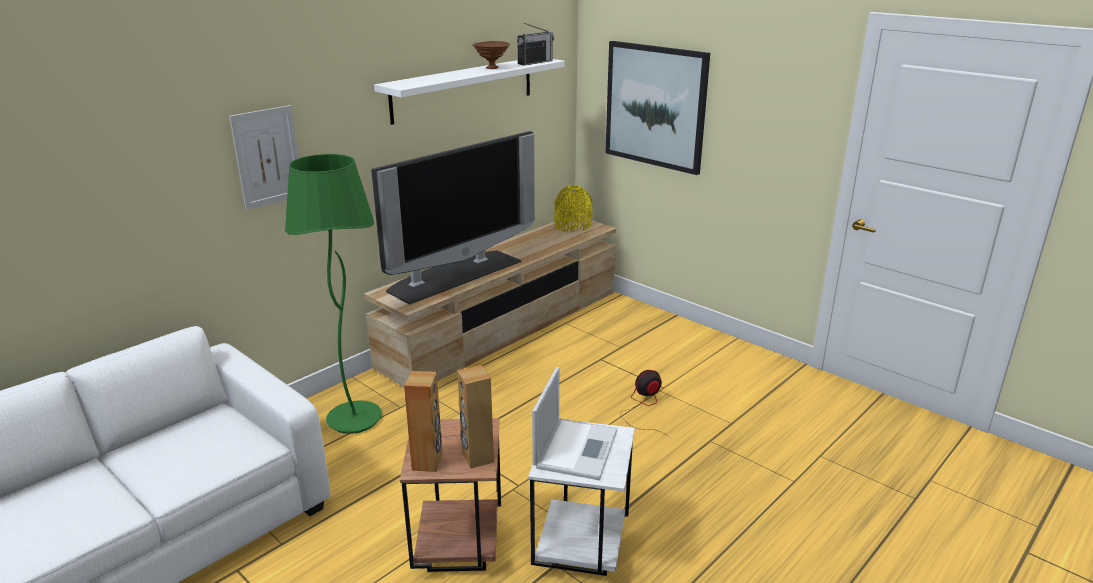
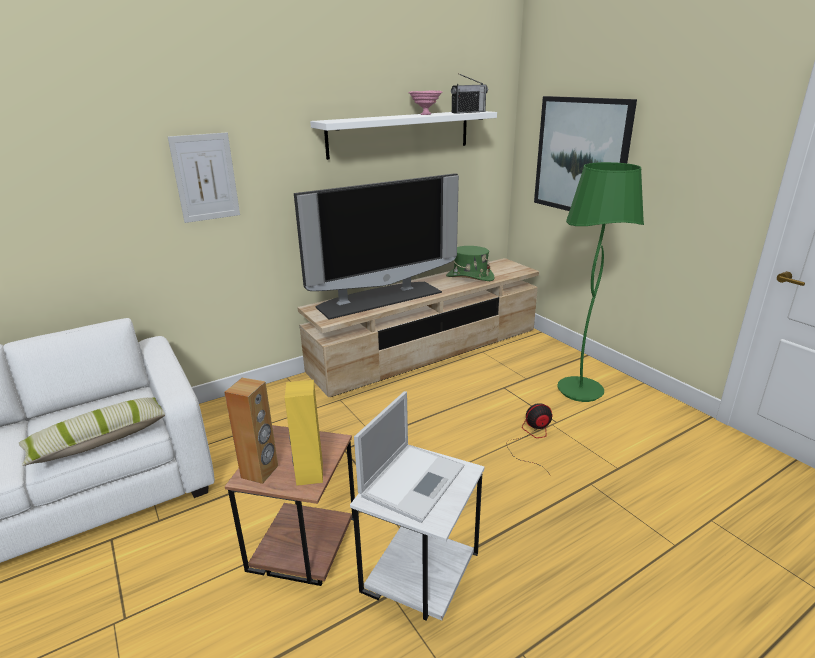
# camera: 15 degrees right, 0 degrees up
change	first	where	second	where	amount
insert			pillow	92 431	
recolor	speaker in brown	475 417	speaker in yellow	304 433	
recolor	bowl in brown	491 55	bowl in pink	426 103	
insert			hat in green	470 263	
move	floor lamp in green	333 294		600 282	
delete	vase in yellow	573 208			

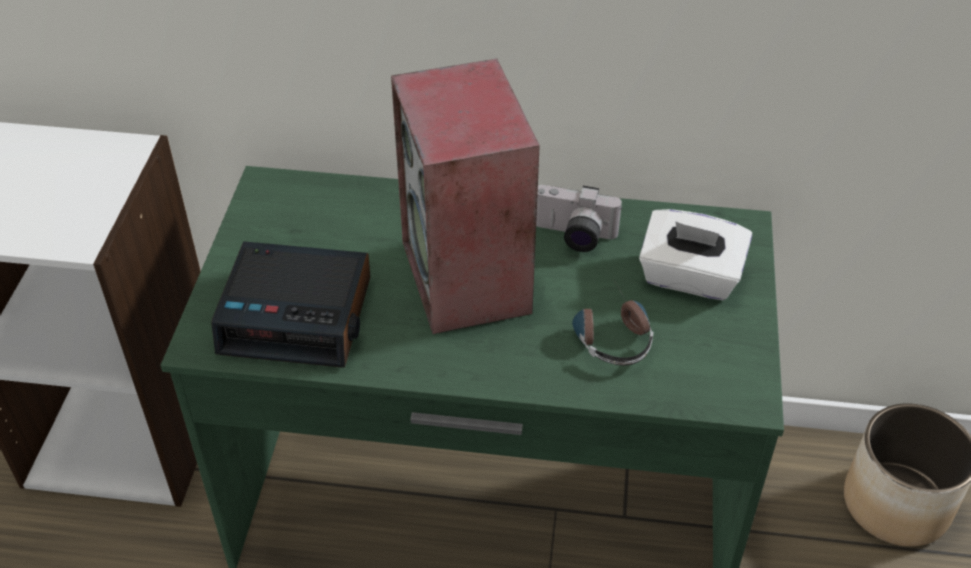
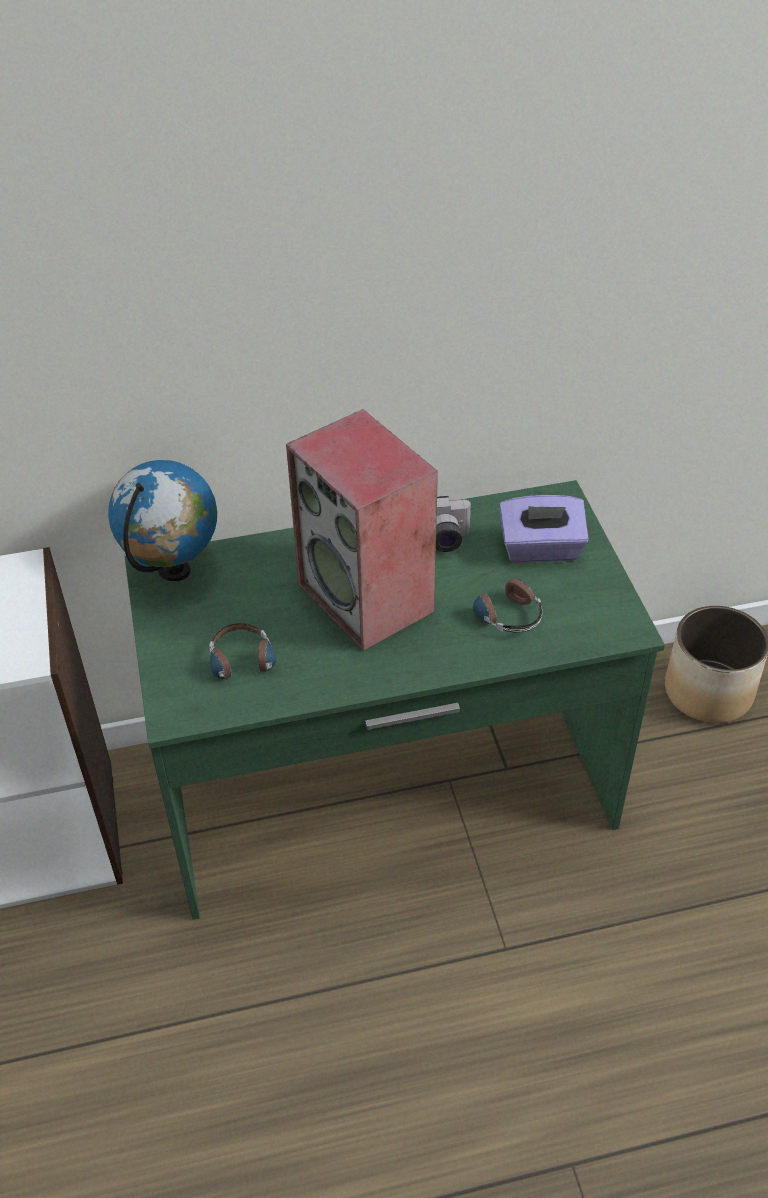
# camera: 20 degrees left, 0 degrees up
change	first	where	second	where	amount
insert			globe	162 520	
replace	alarm clock	290 304	headphones	242 659	
recolor	tissue box in white	695 254	tissue box in purple	544 529	

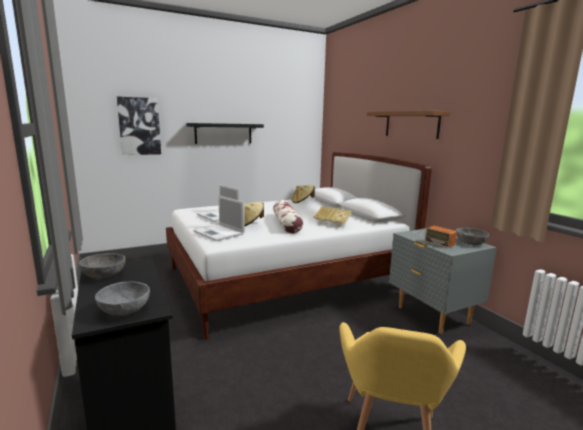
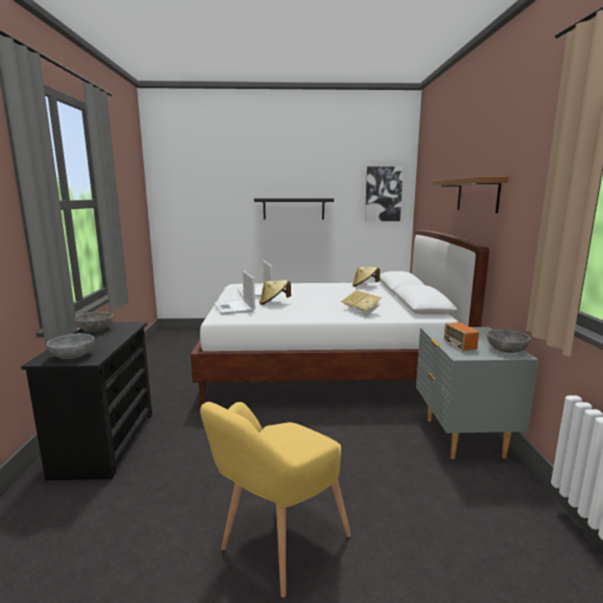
# camera: 25 degrees right, 0 degrees up
change	first	where	second	where	amount
move	picture	139 125		384 193	
delete	pillow	288 217			

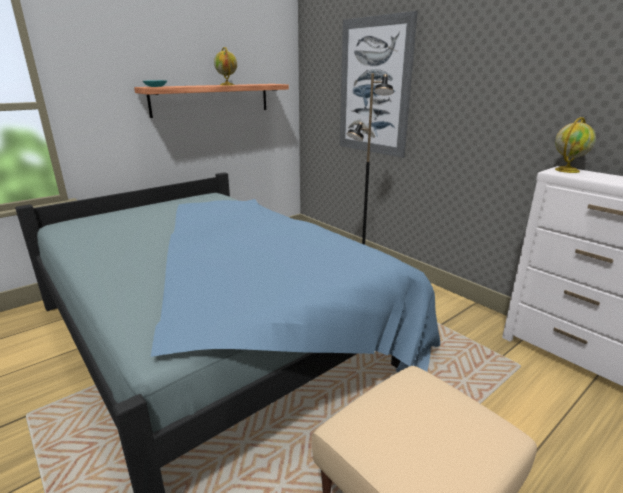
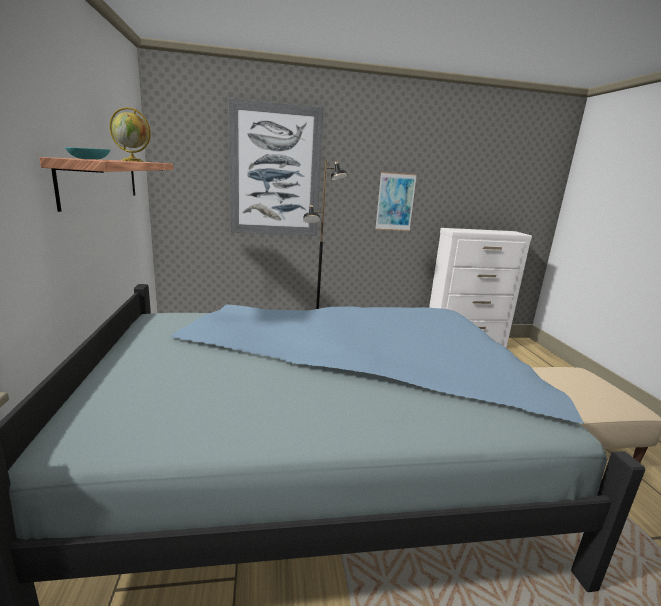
# camera: 60 degrees left, 5 degrees down
change	first	where	second	where	amount
insert			picture	396 201	
delete	globe	575 145			

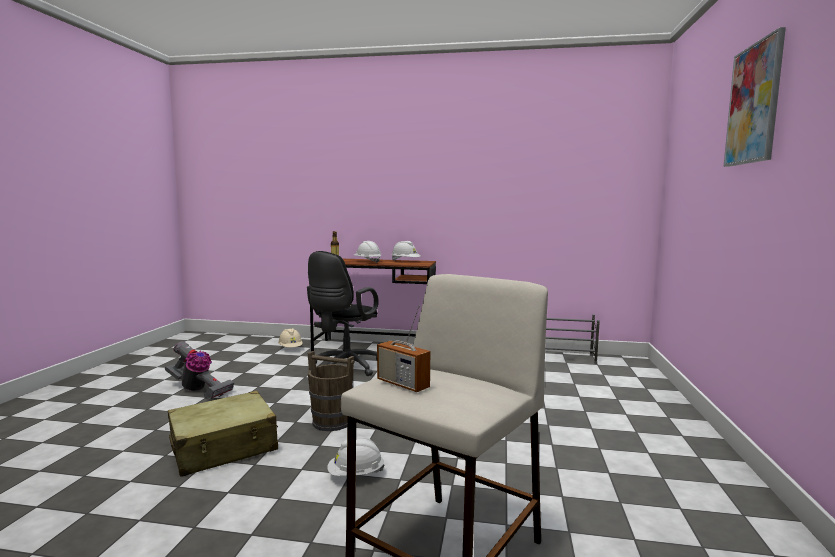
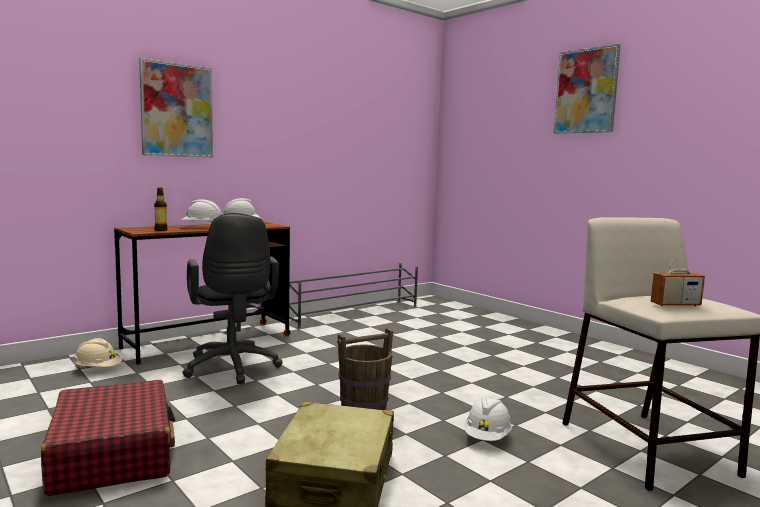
# camera: 50 degrees left, 0 degrees up
change	first	where	second	where	amount
replace	vacuum cleaner	199 370	suitcase in red	108 438	
insert			picture	176 108	

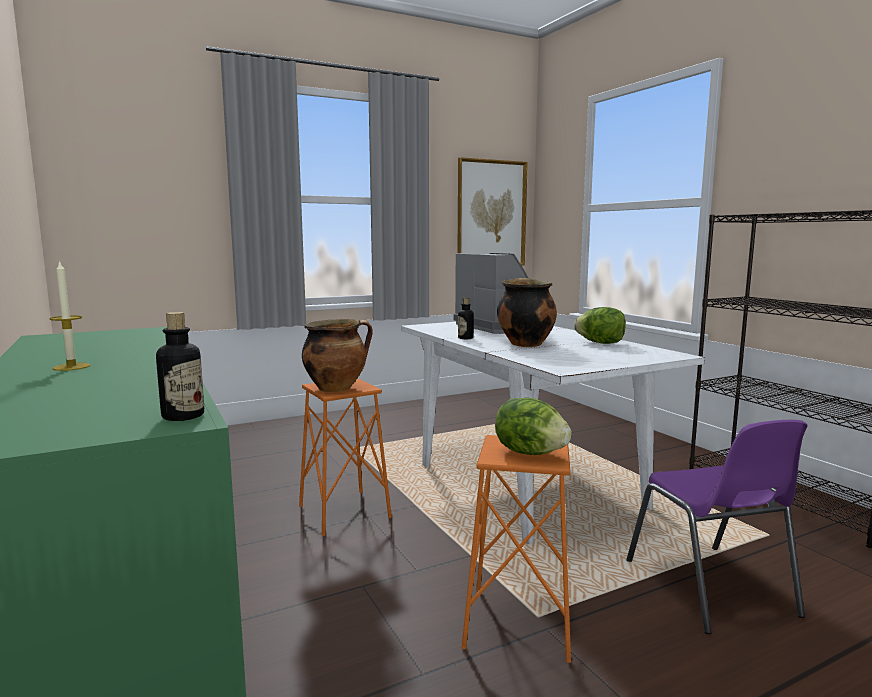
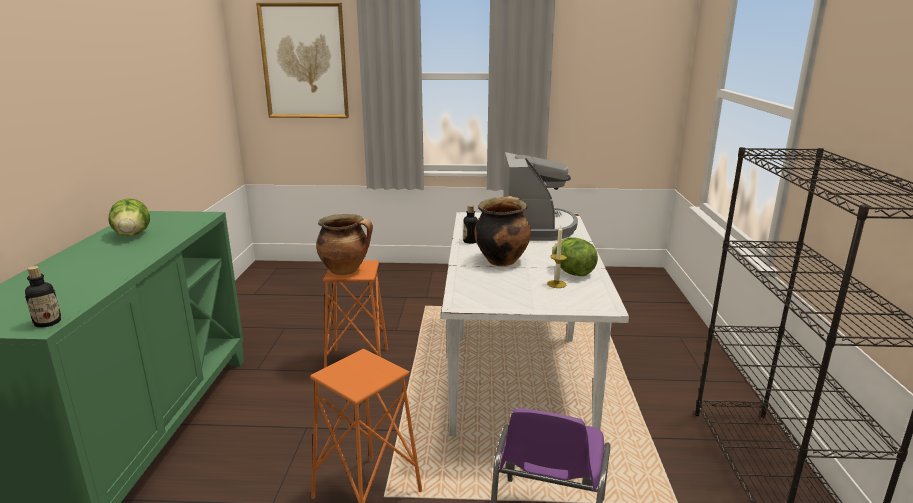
# camera: 30 degrees right, 10 degrees up
change	first	where	second	where	amount
move	lettuce	533 426		129 217	
move	picture	492 211		302 60	
move	candle	69 315		557 257	

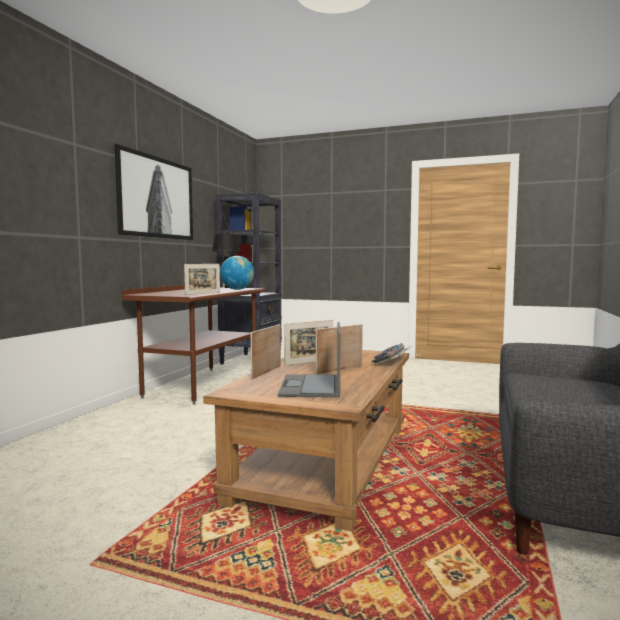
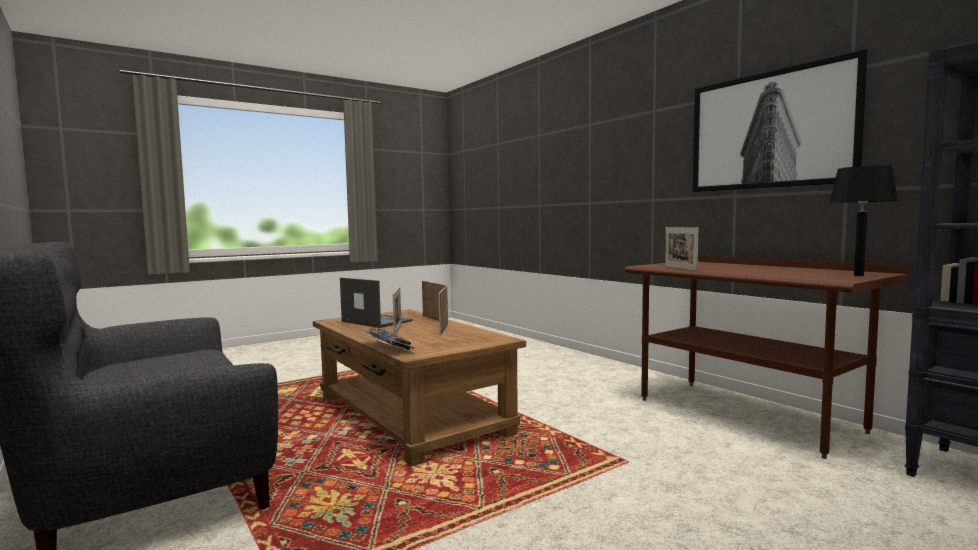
# camera: 125 degrees right, 0 degrees up
change	first	where	second	where	amount
delete	globe	237 273			

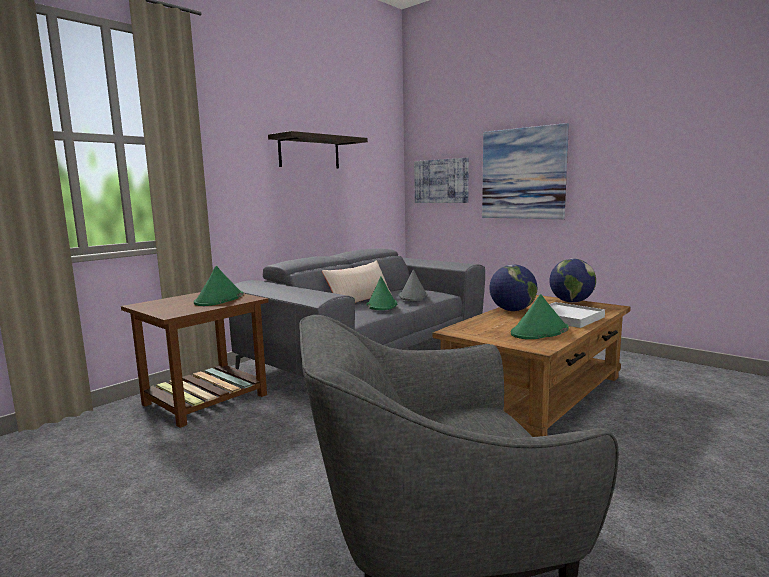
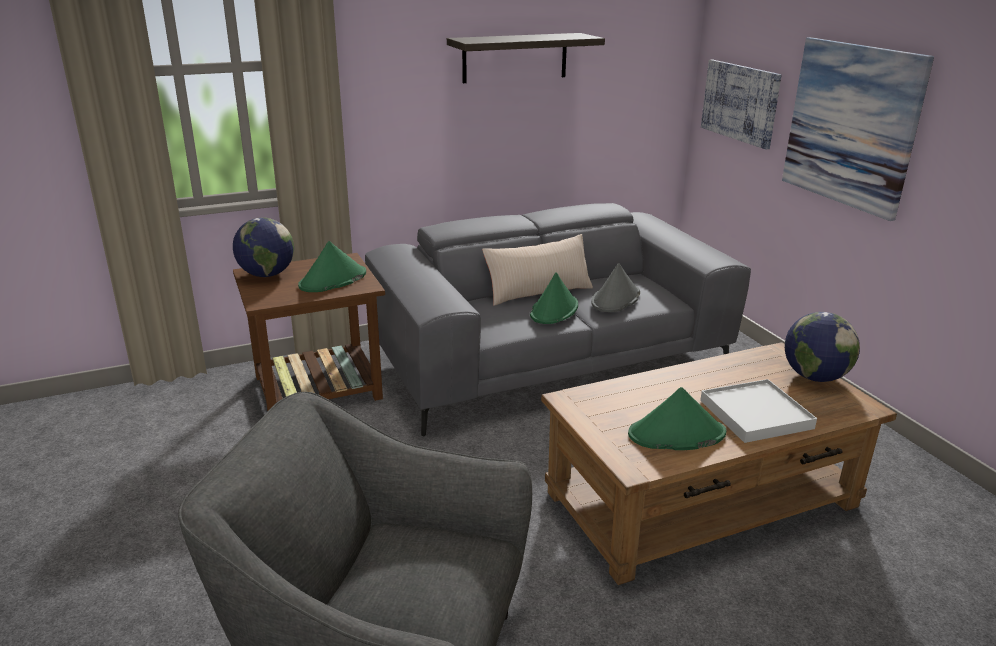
# camera: 25 degrees right, 15 degrees up
change	first	where	second	where	amount
move	globe	513 287		263 247	

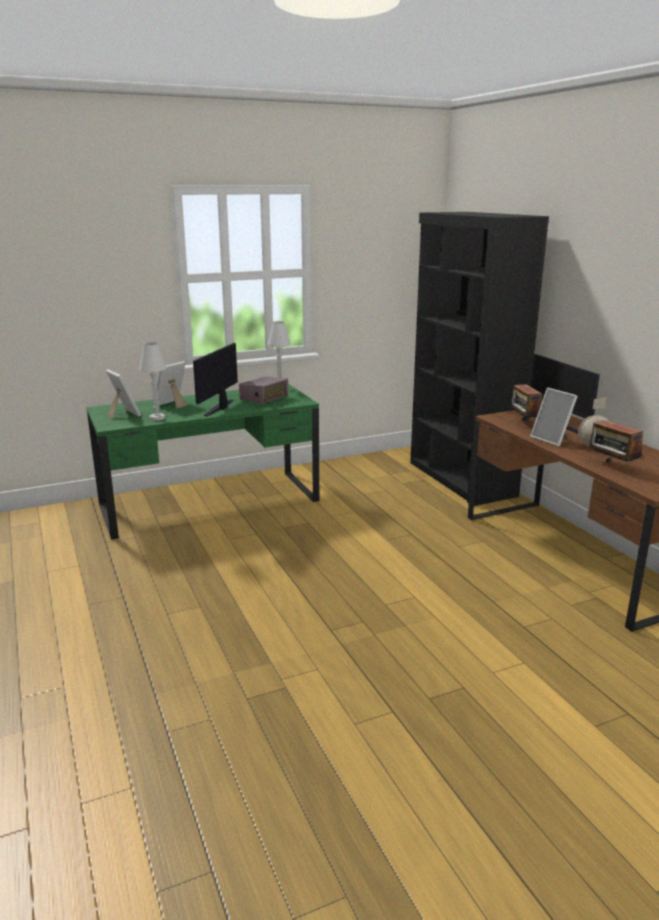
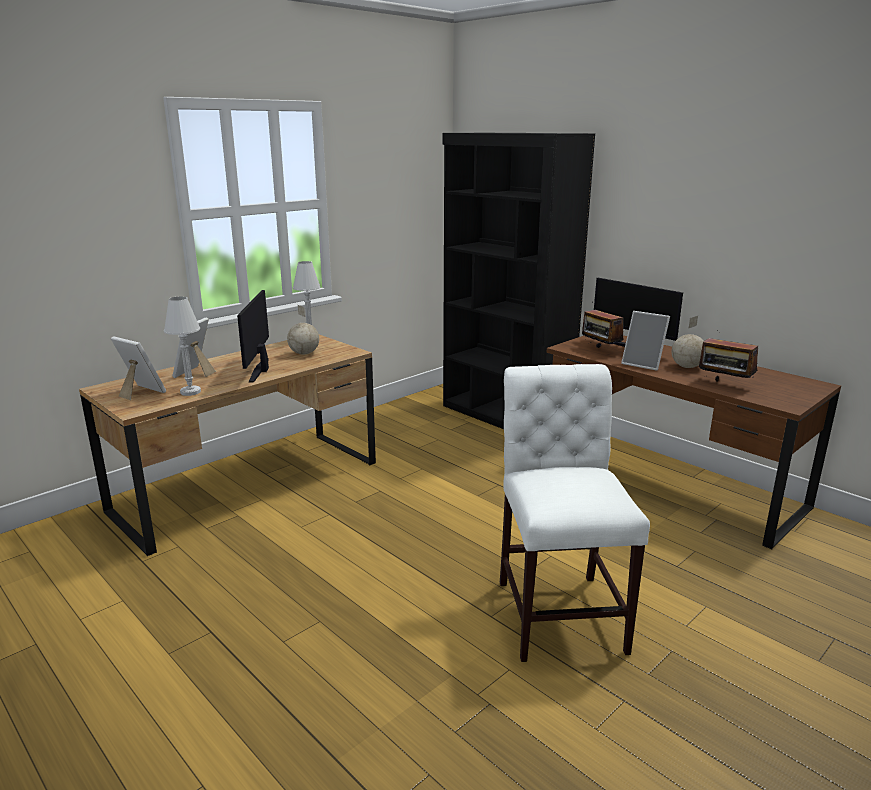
# camera: 20 degrees left, 0 degrees up
change	first	where	second	where	amount
recolor	desk in green	202 462	desk in brown	227 445	
replace	radio	263 390	globe	303 330	
insert			chair in white	575 513	

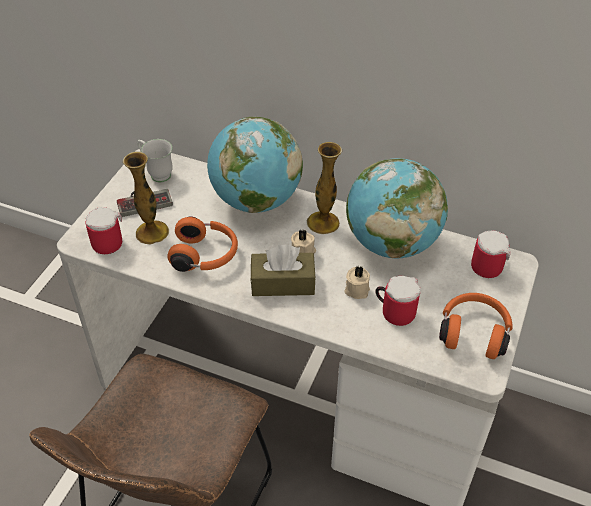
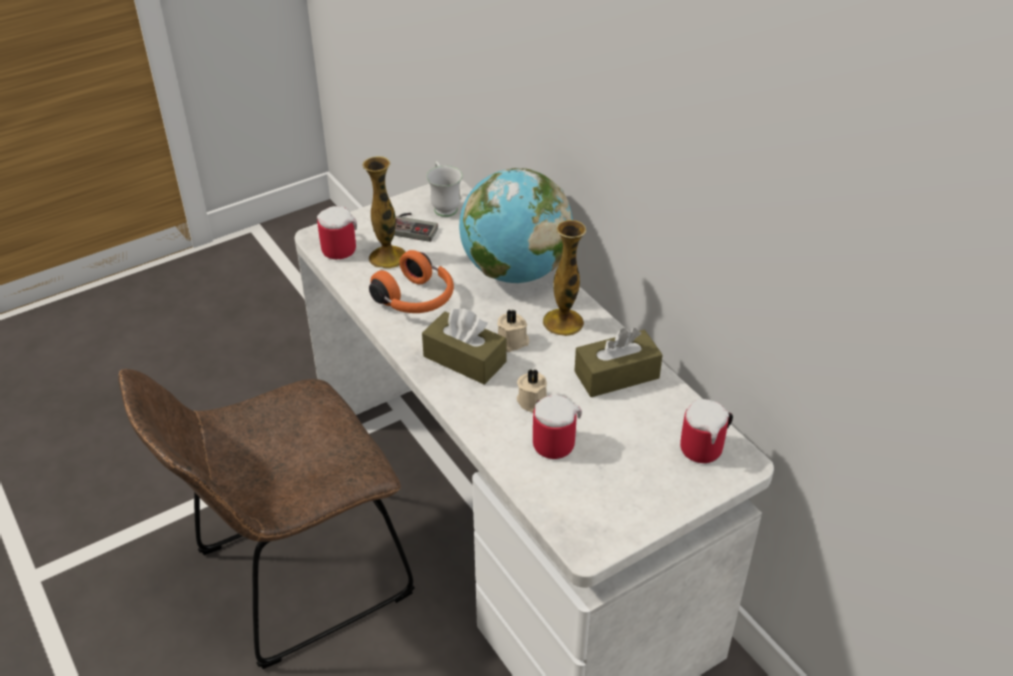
# camera: 35 degrees right, 5 degrees down
change	first	where	second	where	amount
replace	globe	397 208	tissue box in brown	618 362	
delete	headphones in orange	476 326			

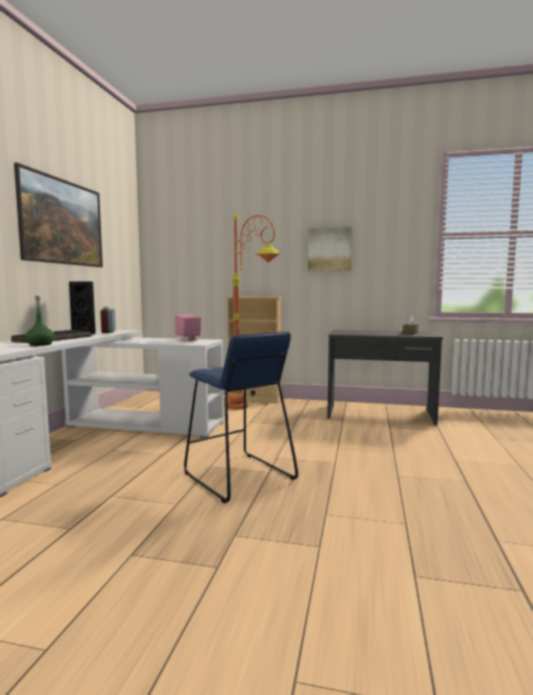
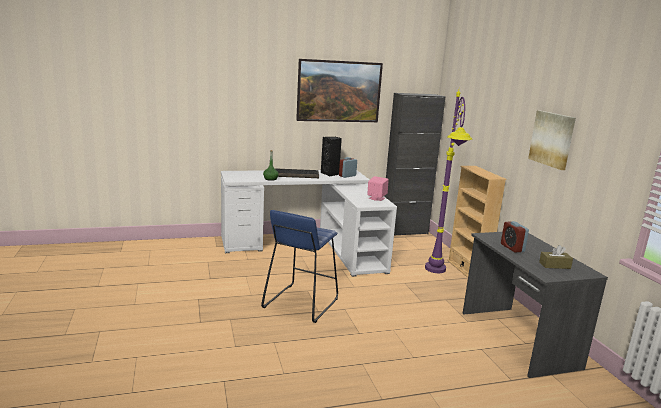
# camera: 60 degrees right, 10 degrees up
change	first	where	second	where	amount
insert			cabinet in black	415 164	
recolor	floor lamp in orange	254 310	floor lamp in purple	448 180	
insert			alarm clock	515 237	

